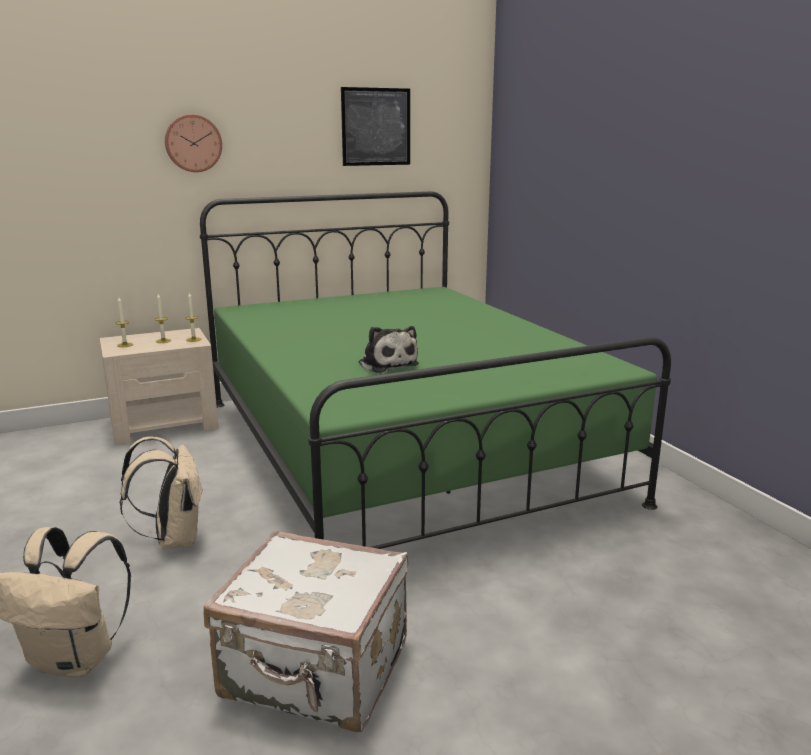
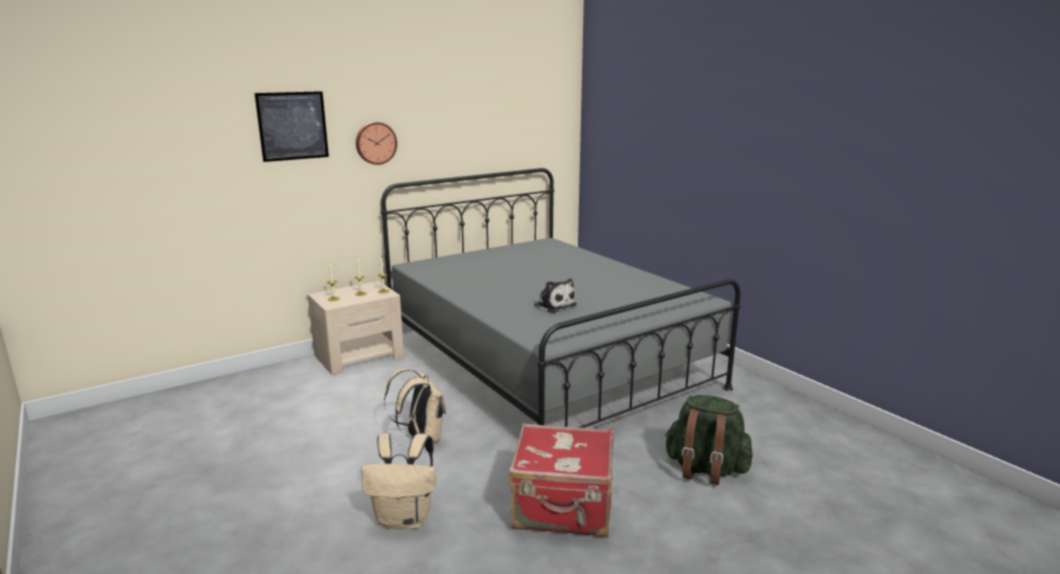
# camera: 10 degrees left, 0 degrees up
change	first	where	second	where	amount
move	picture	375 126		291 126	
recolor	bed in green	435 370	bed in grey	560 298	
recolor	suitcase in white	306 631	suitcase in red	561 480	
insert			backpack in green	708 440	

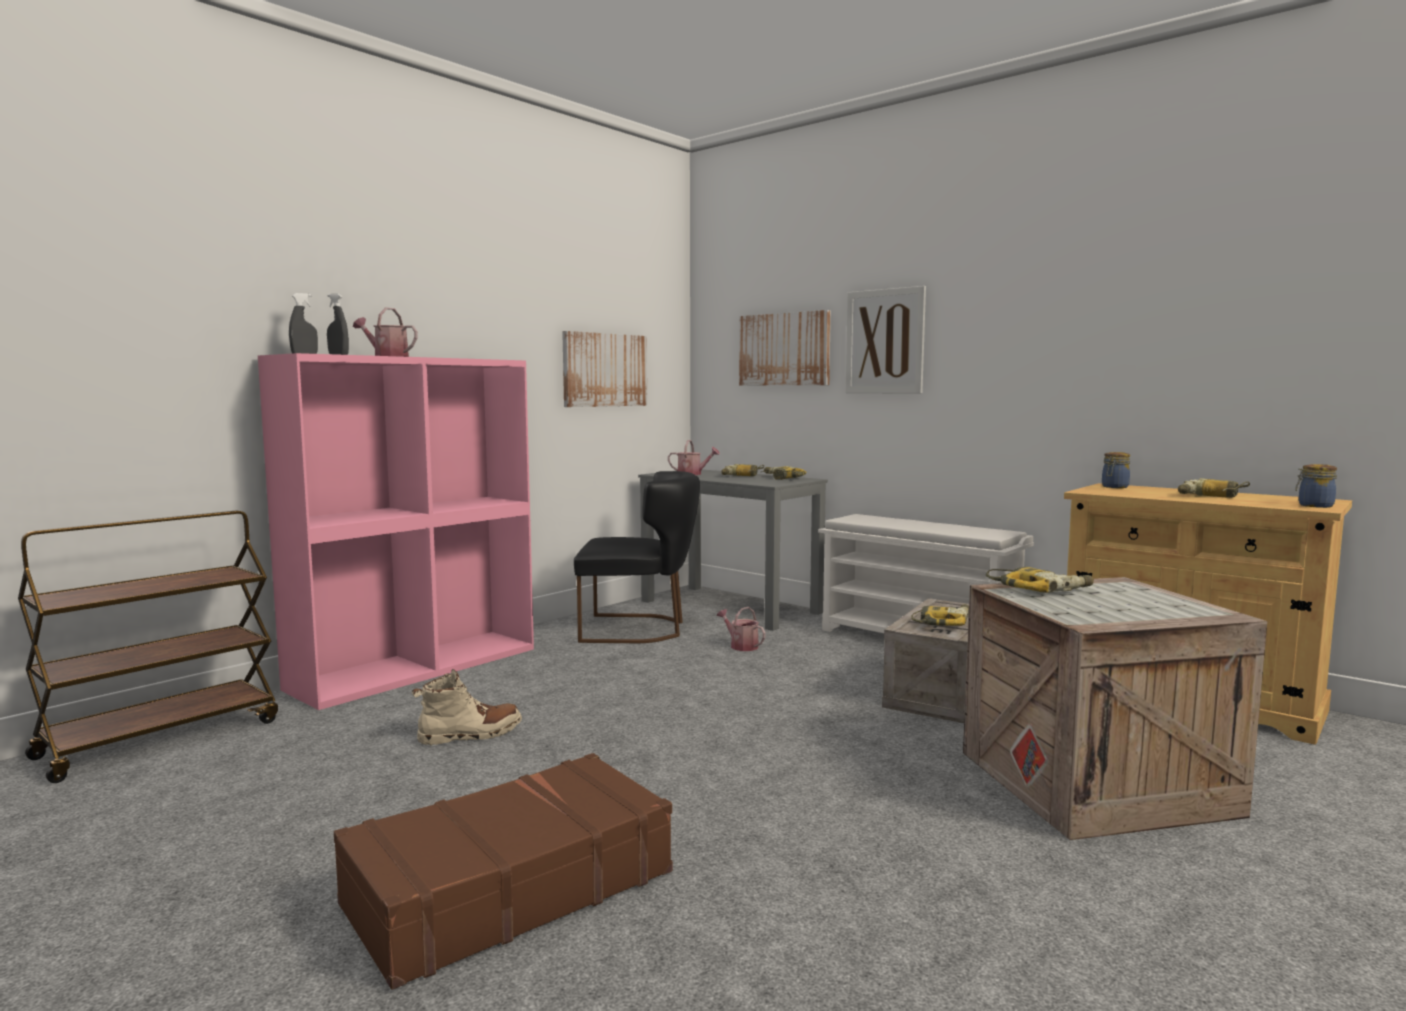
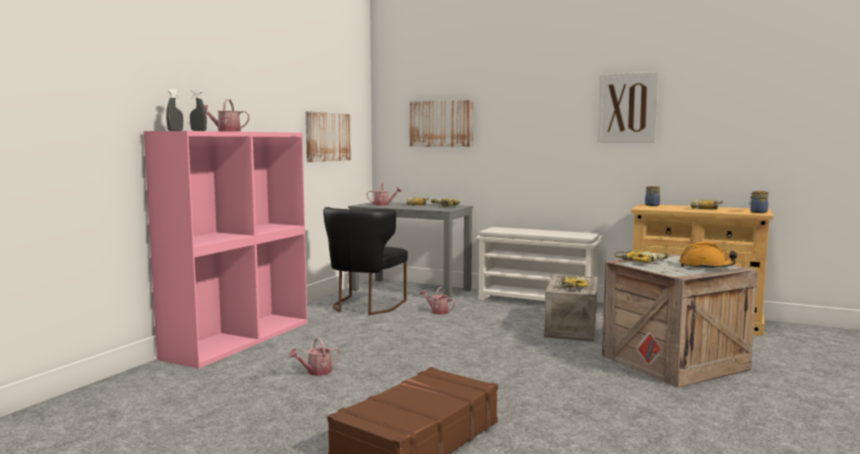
# camera: 15 degrees left, 0 degrees up
change	first	where	second	where	amount
replace	boot in beige	467 707	watering can	315 357	
rotate	chair in black	637 557		365 261	120 degrees clockwise
move	picture	886 340		628 107	
insert			hard hat in orange	708 255	
delete	cart in brown	148 647			

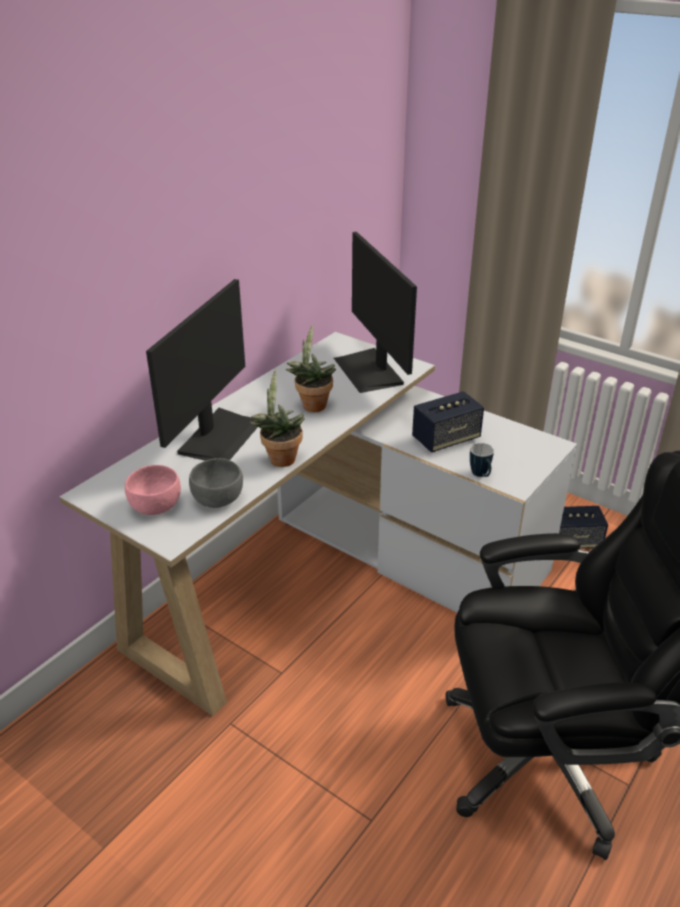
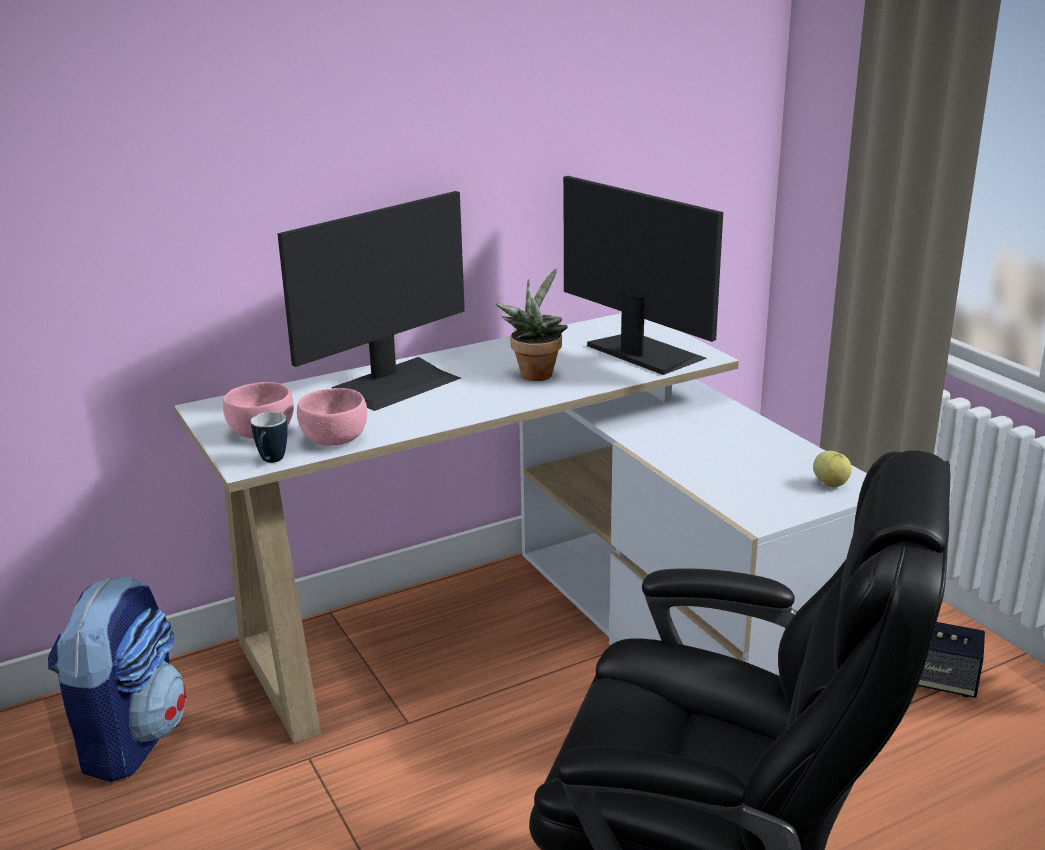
# camera: 25 degrees right, 10 degrees down
change	first	where	second	where	amount
insert			backpack	117 679	
move	mug	482 460		269 437	
recolor	bowl in grey	216 483	bowl in pink	332 417	
rotate	monitor	375 312		643 275	135 degrees clockwise
insert			apple	832 469	
delete	potted plant	277 418			
delete	speaker	448 421			

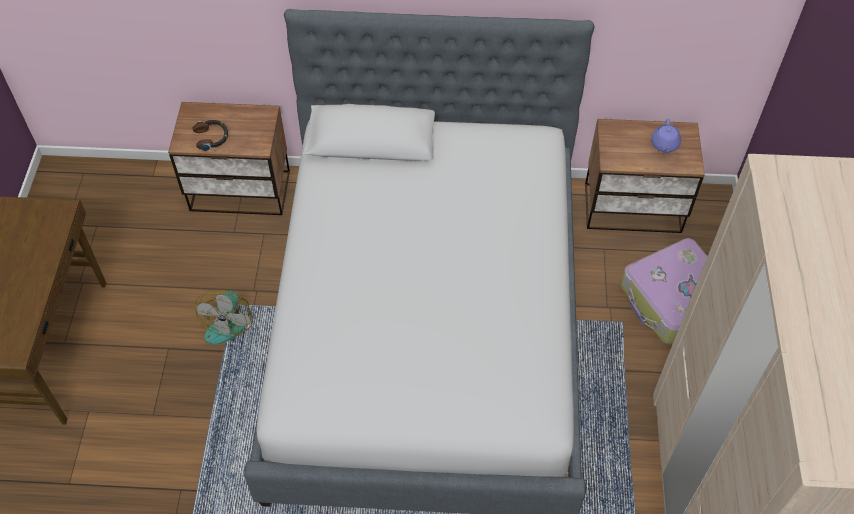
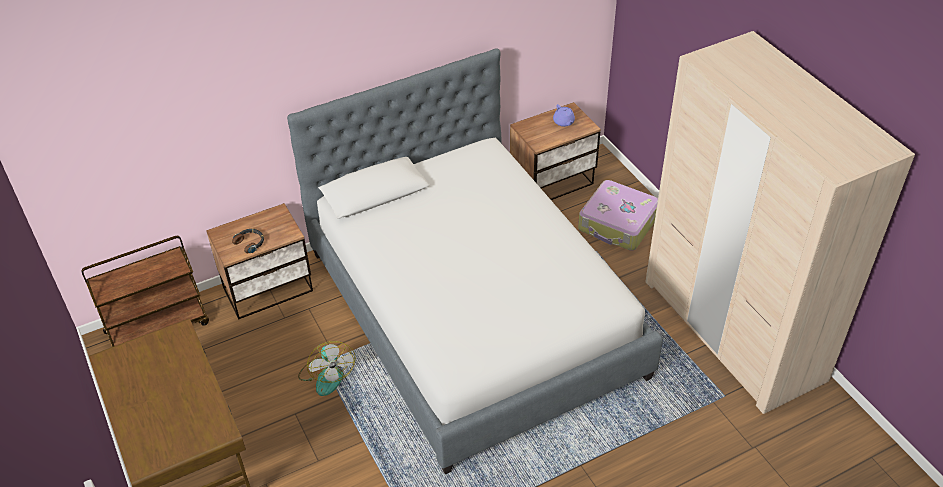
# camera: 30 degrees left, 10 degrees down
change	first	where	second	where	amount
insert			cart in brown	145 291	

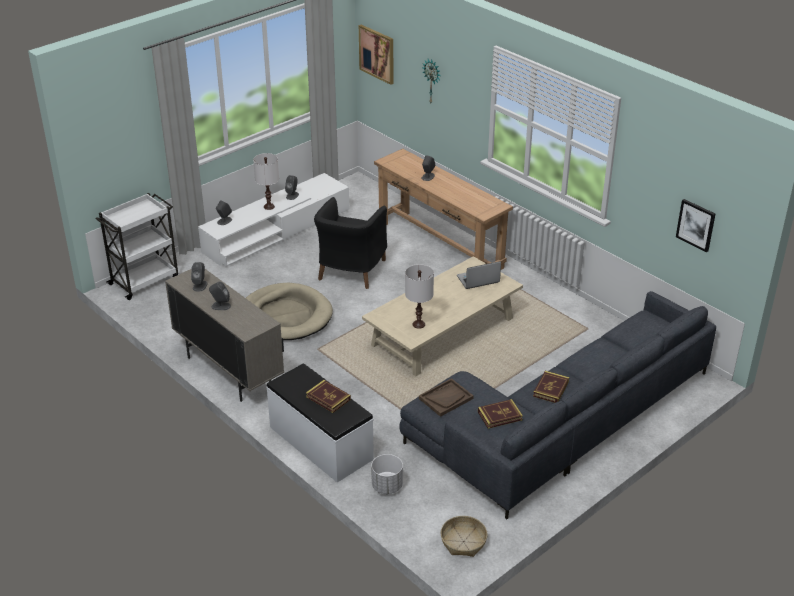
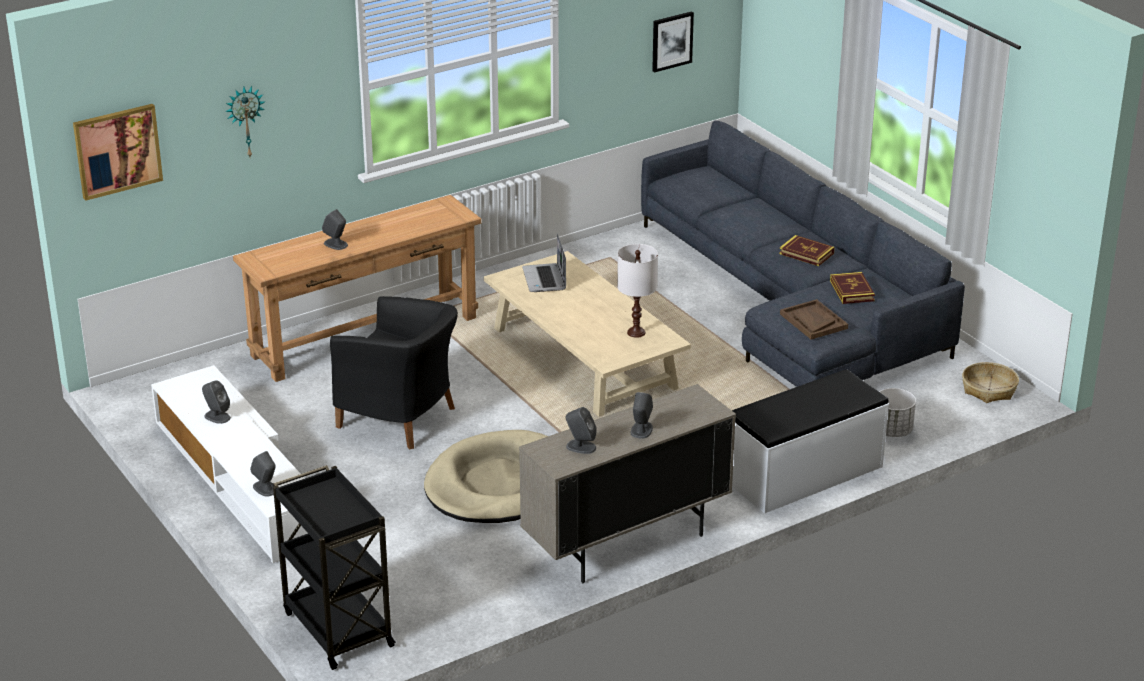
# camera: 80 degrees left, 5 degrees down
change	first	where	second	where	amount
recolor	cart in white	137 246	cart in black	334 567	
delete	table lamp in white	266 181			
delete	book	328 396			

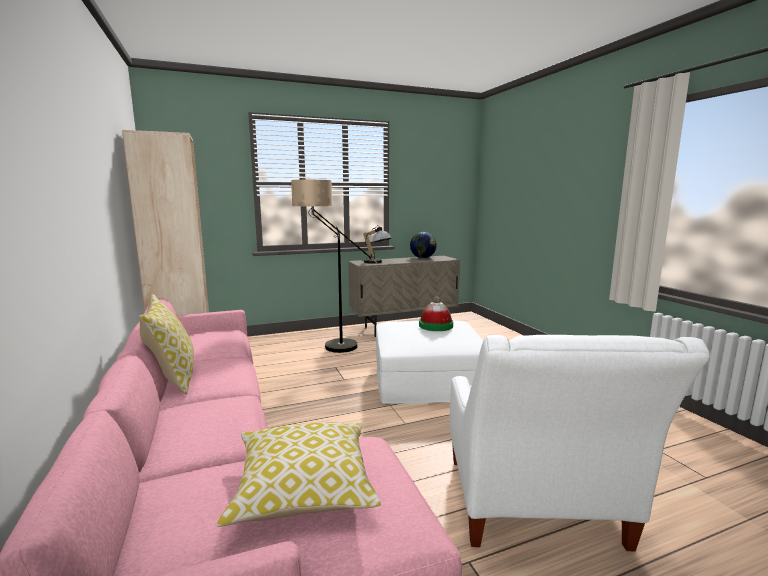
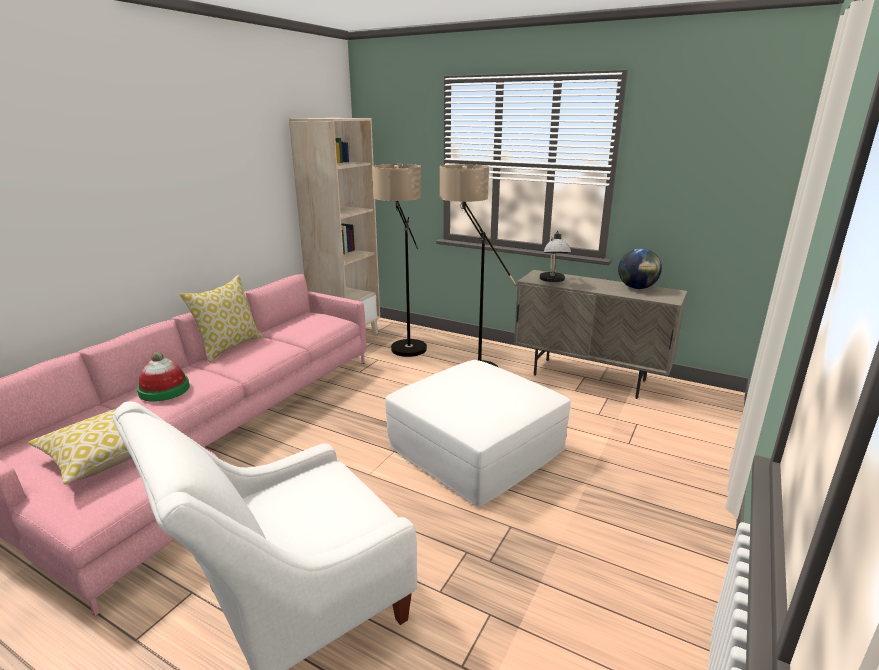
# camera: 50 degrees right, 10 degrees up
change	first	where	second	where	amount
move	hat	436 314		163 377	
insert			floor lamp	399 260	

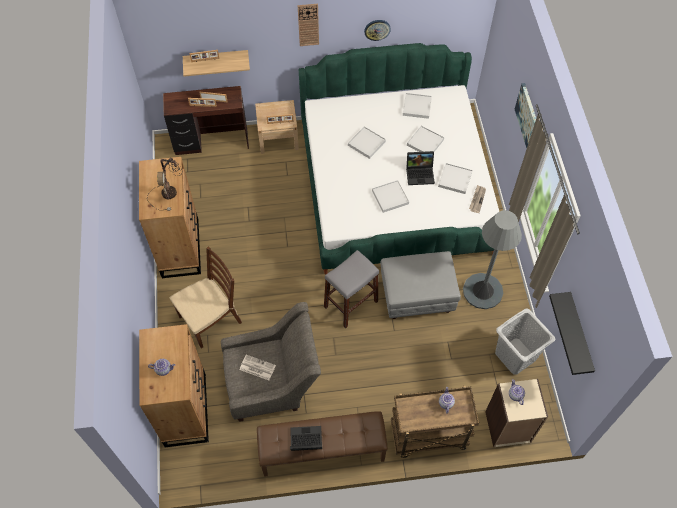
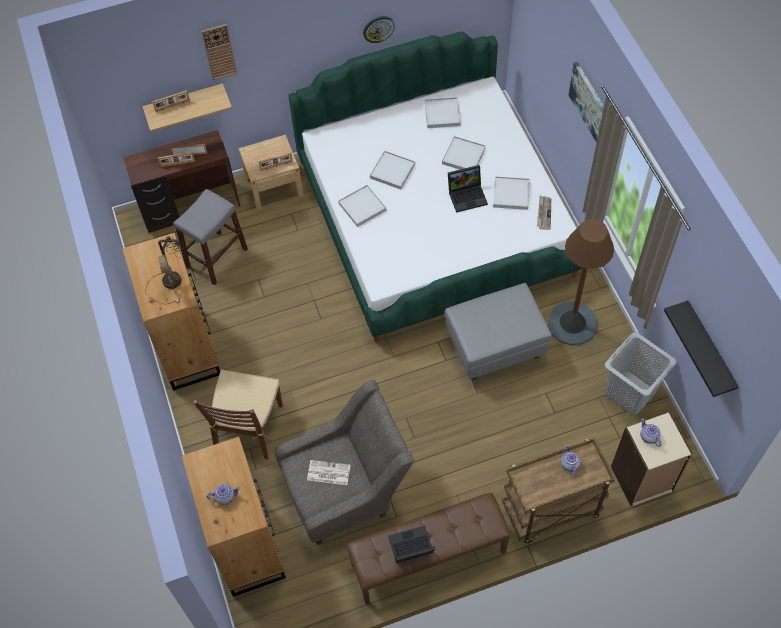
# camera: 10 degrees left, 0 degrees up
change	first	where	second	where	amount
move	stool in grey	351 289		210 237	
rotate	chair in brown	206 298		238 414	150 degrees clockwise
move	wall clock	308 25		219 52	
move	tray in white	390 196		362 206	
recolor	floor lamp in grey	492 259	floor lamp in brown	581 282	

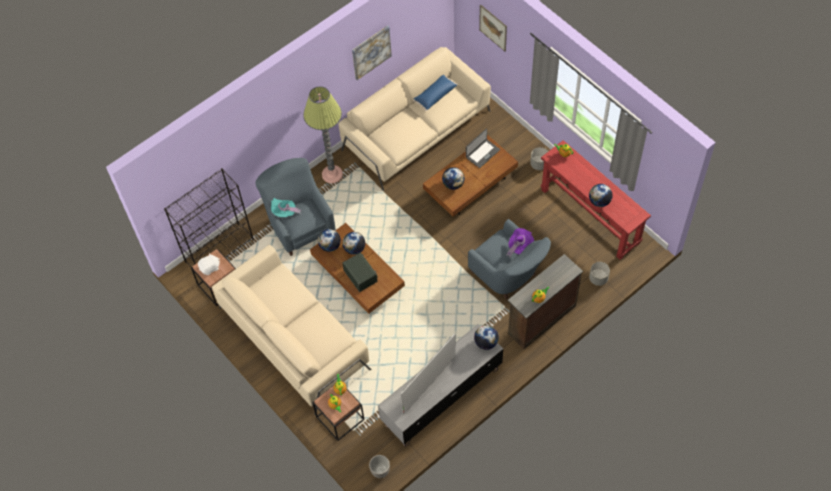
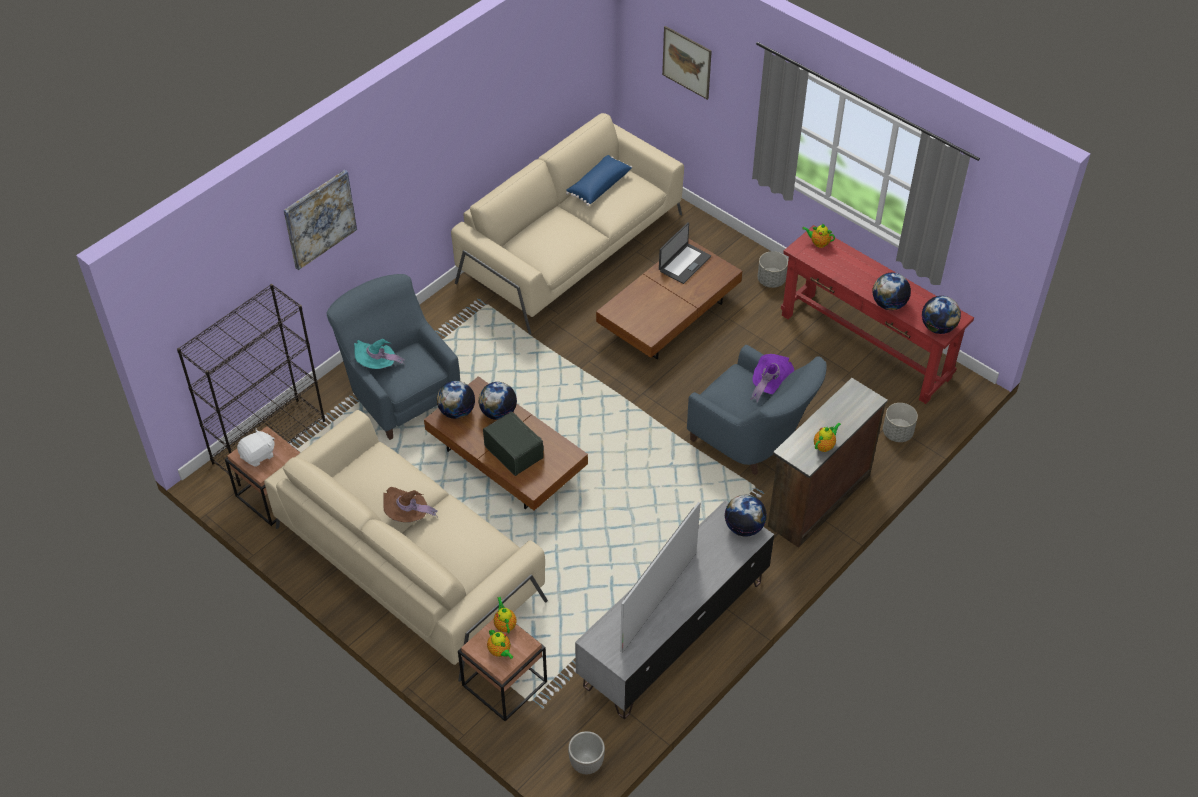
# camera: 10 degrees left, 10 degrees down
change	first	where	second	where	amount
move	picture	372 52		320 220	
insert			hat in brown	410 504	
move	globe	453 178		941 315	
delete	floor lamp	323 134			

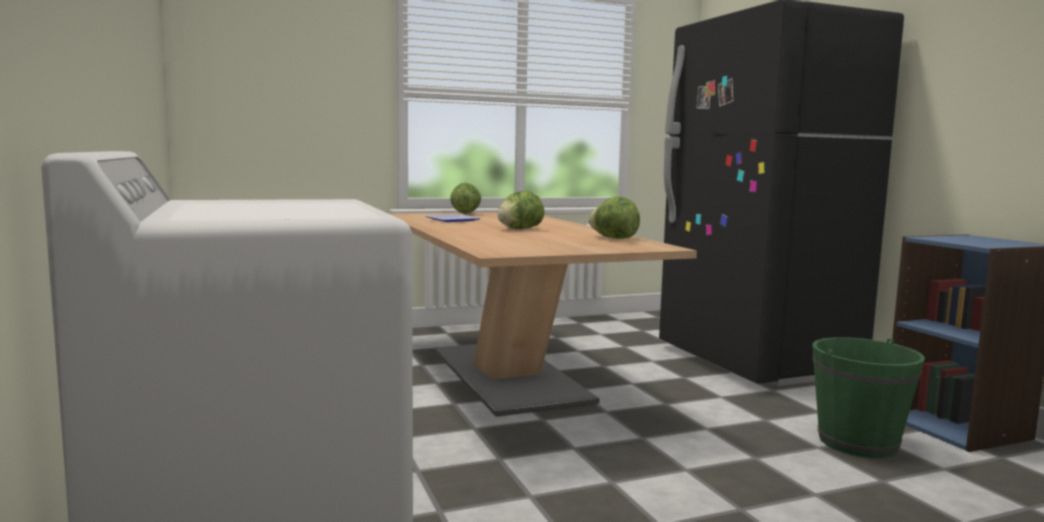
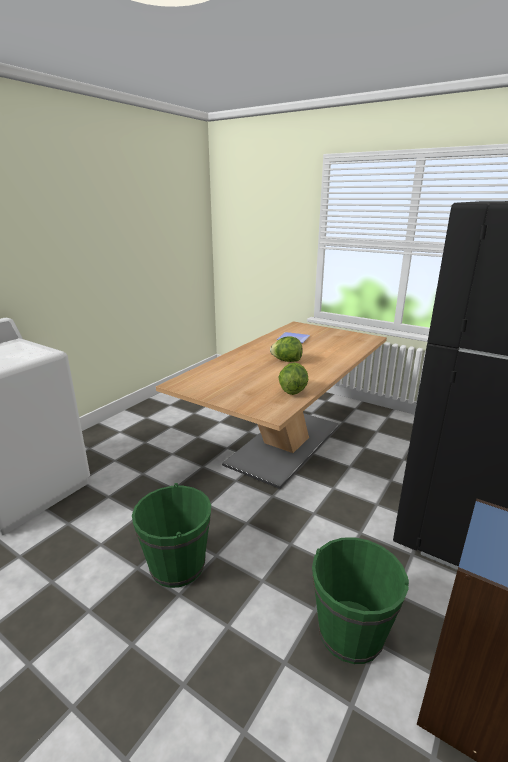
# camera: 55 degrees right, 15 degrees up
change	first	where	second	where	amount
insert			bucket in green	171 535	
delete	lettuce	465 198			

